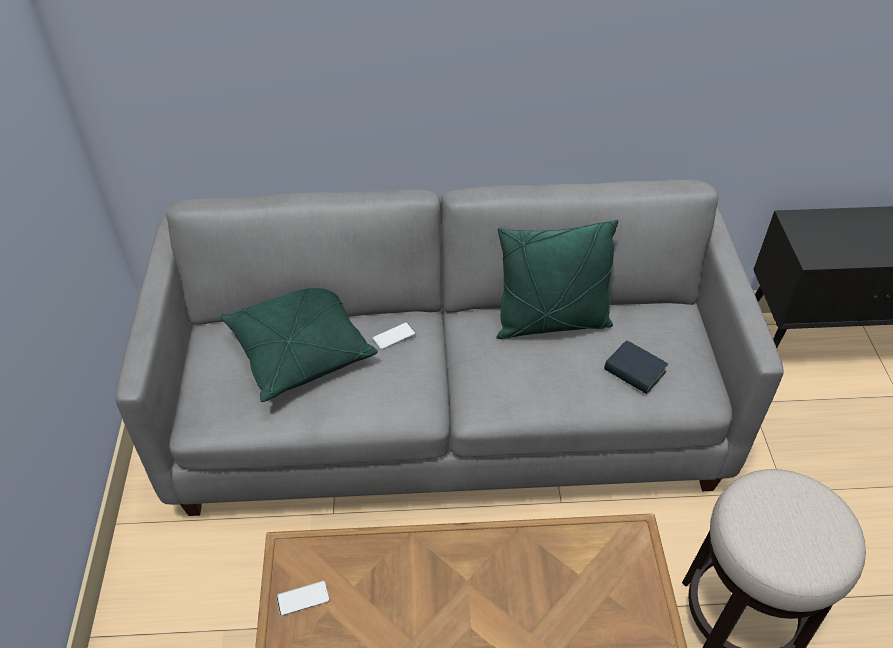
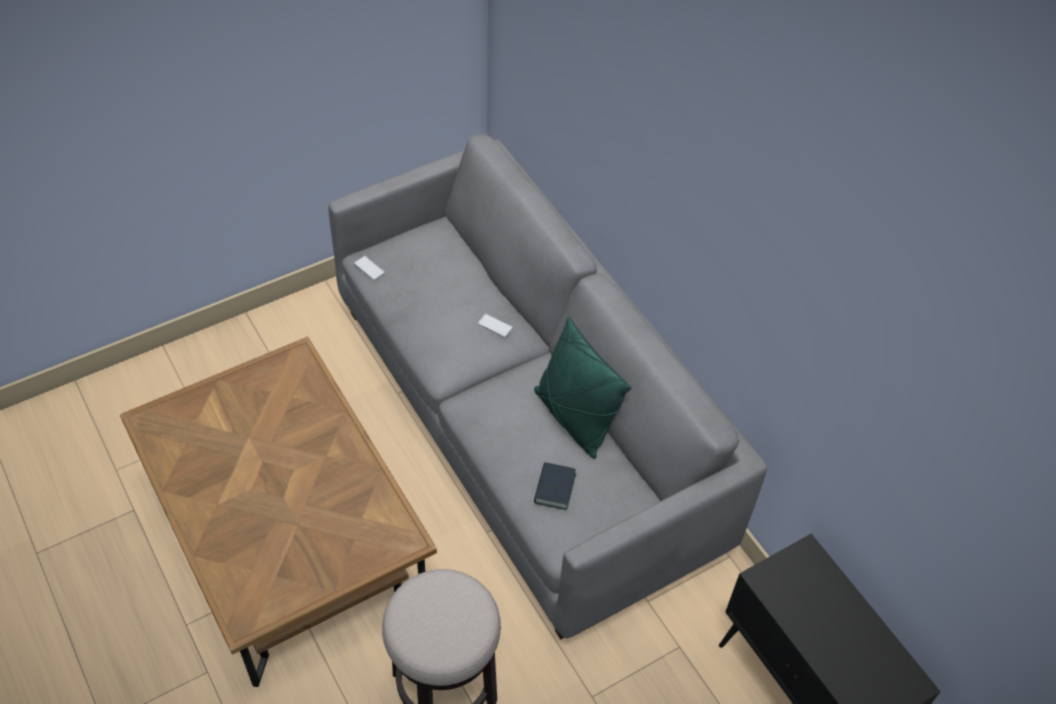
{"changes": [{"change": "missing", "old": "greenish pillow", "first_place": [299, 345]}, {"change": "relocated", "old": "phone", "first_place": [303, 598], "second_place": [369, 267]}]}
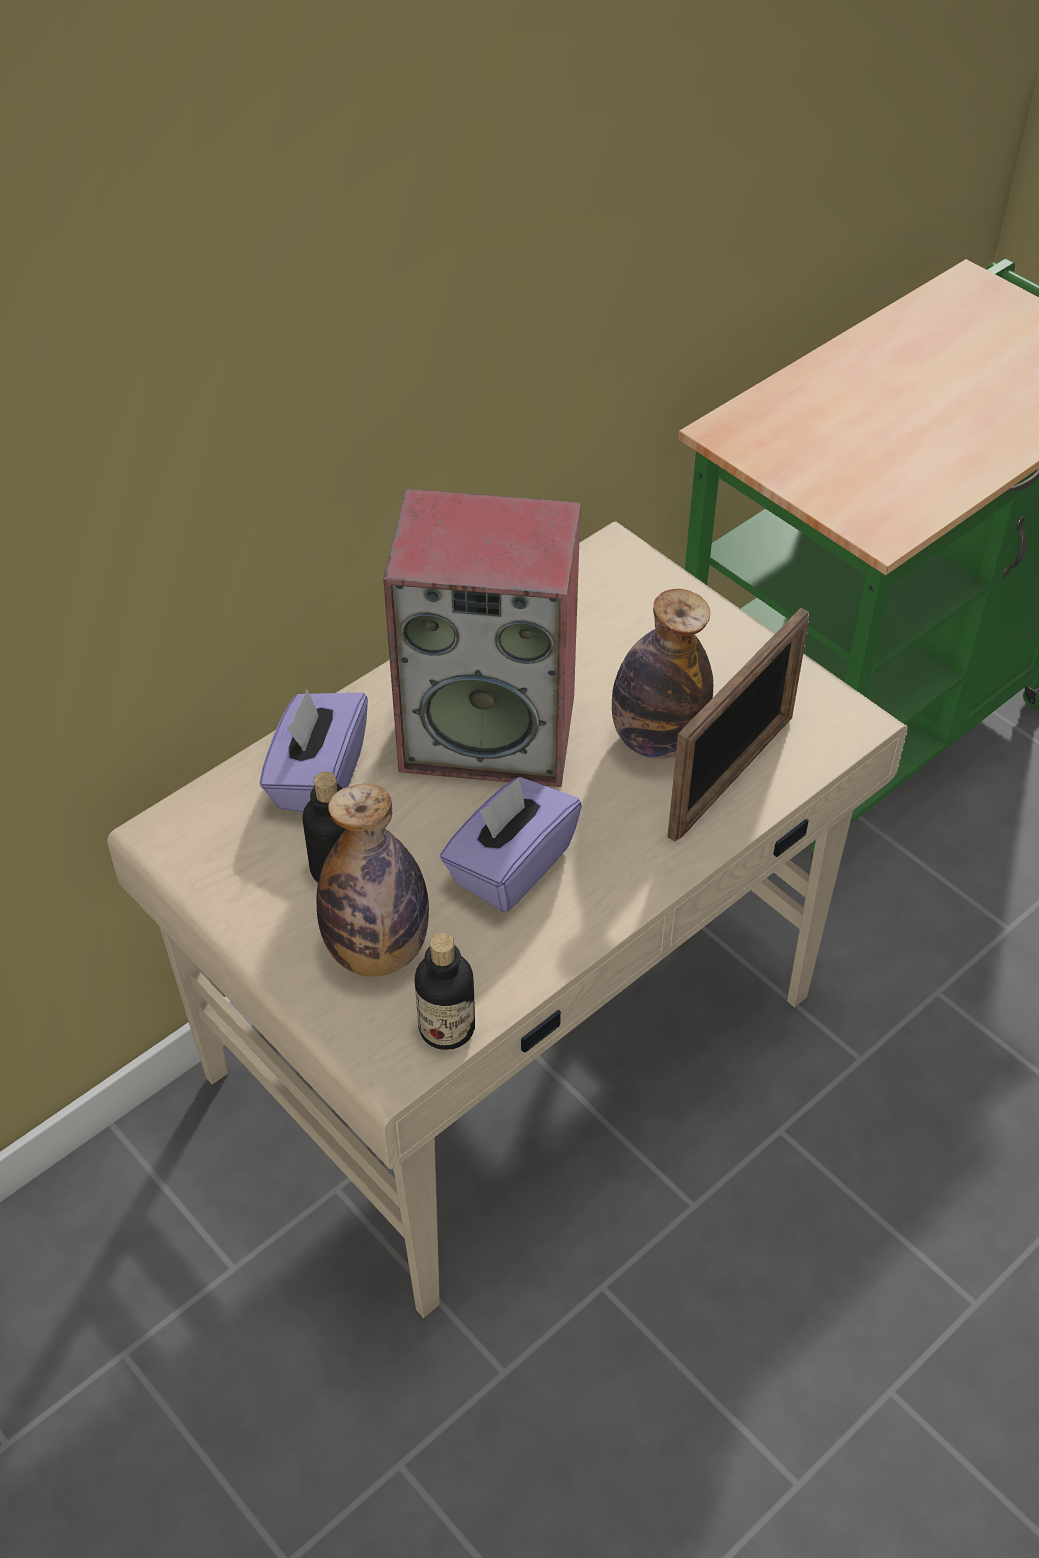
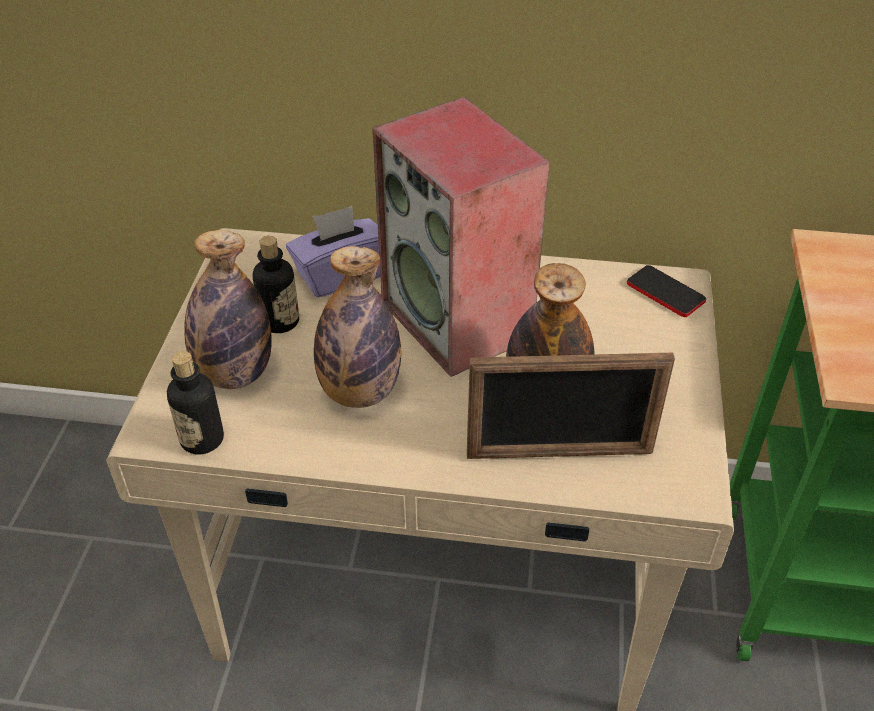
{"changes": [{"change": "appeared", "new": "phone", "second_place": [666, 291]}, {"change": "exchanged", "old": "purple tissue holder", "new": "bottle", "first_place": [511, 844], "second_place": [357, 327]}]}
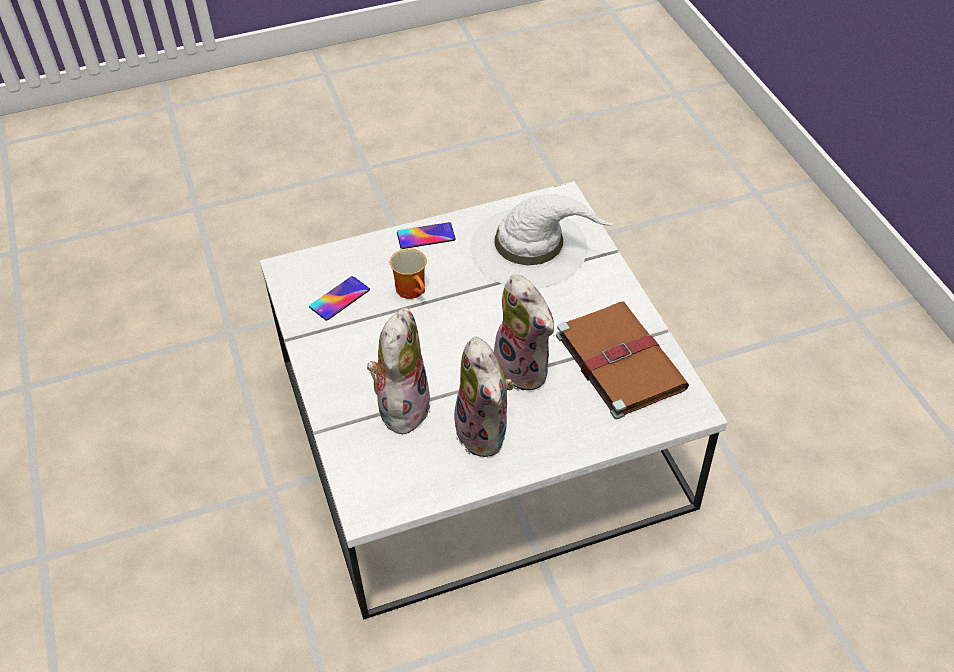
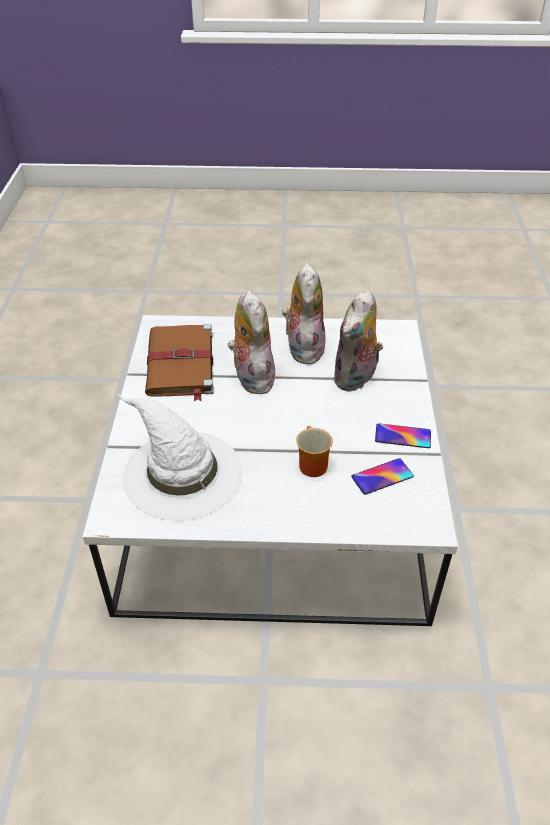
{"changes": [{"change": "relocated", "old": "phone", "first_place": [426, 235], "second_place": [403, 435]}]}
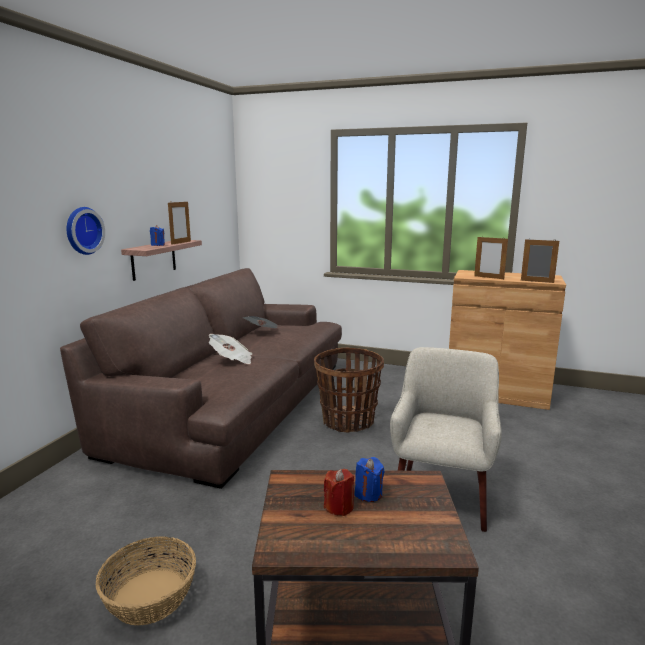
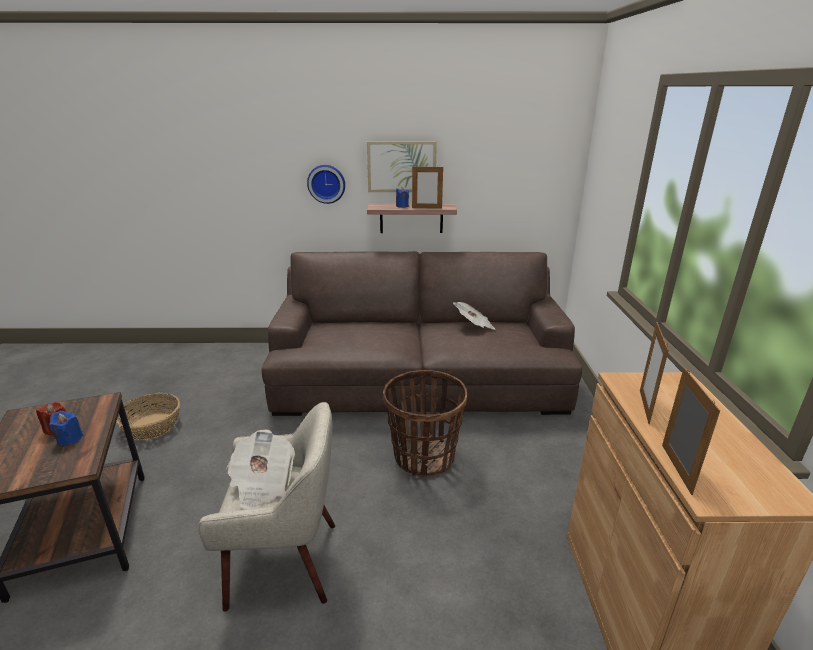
{"changes": [{"change": "appeared", "new": "picture", "second_place": [402, 166]}, {"change": "relocated", "old": "printed paper", "first_place": [230, 349], "second_place": [261, 470]}]}
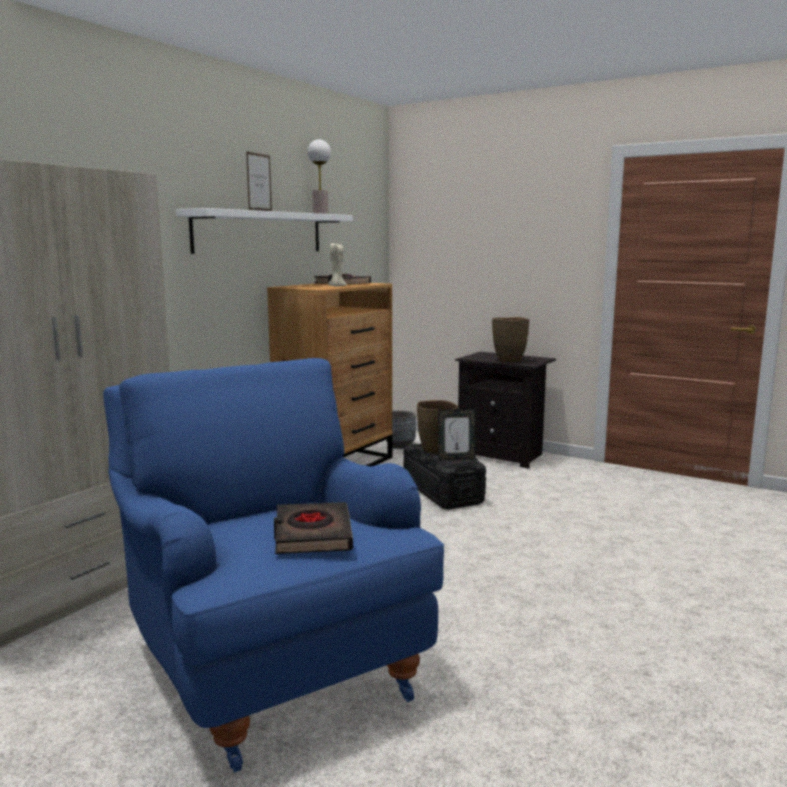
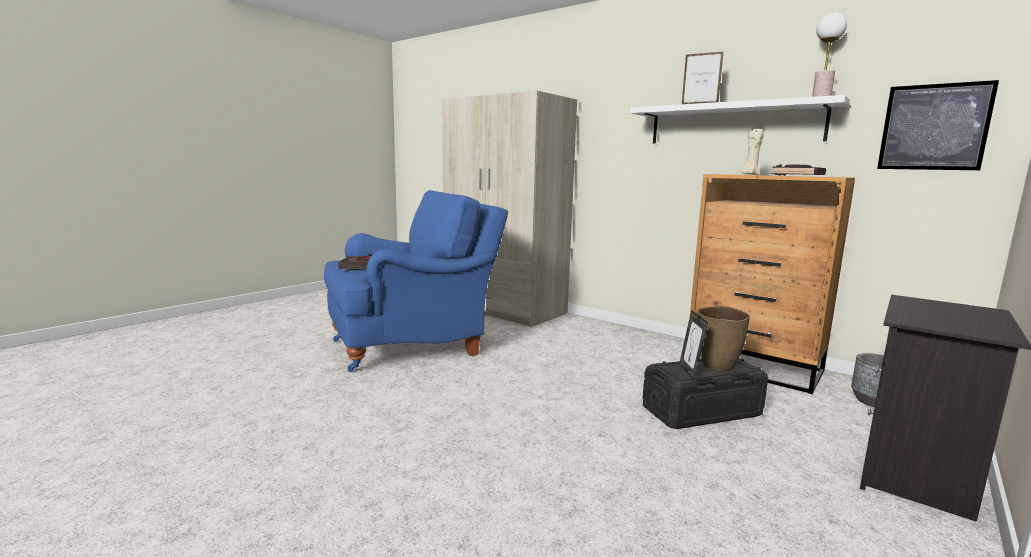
{"changes": [{"change": "missing", "old": "brownish vase", "first_place": [510, 339]}, {"change": "appeared", "new": "picture", "second_place": [938, 125]}]}
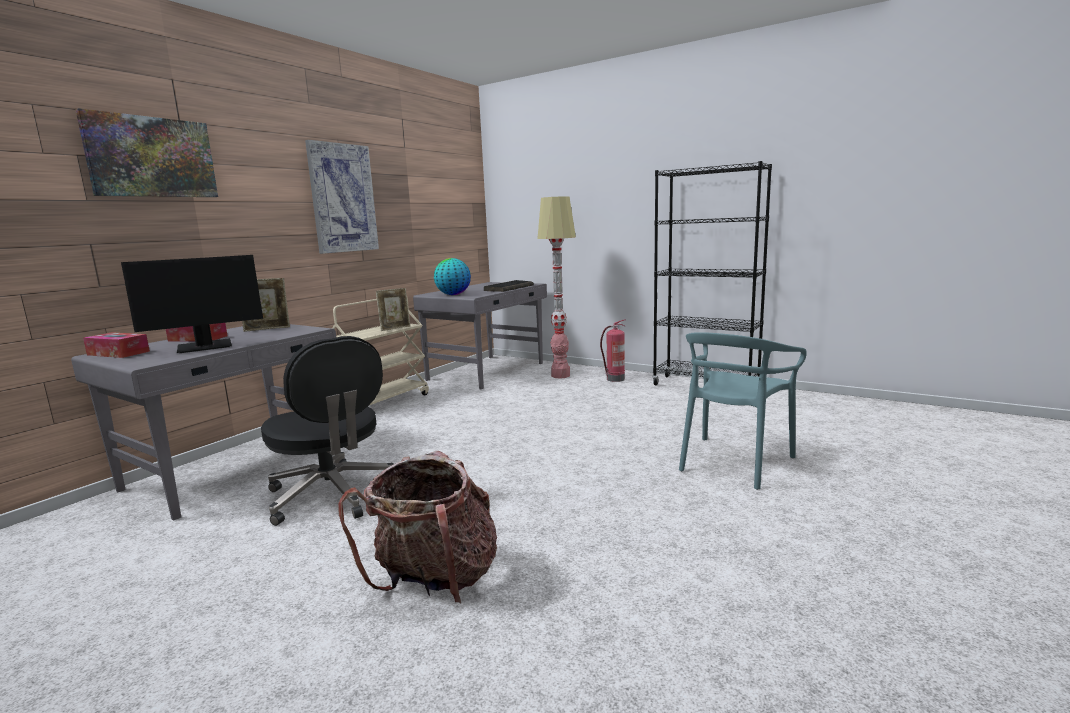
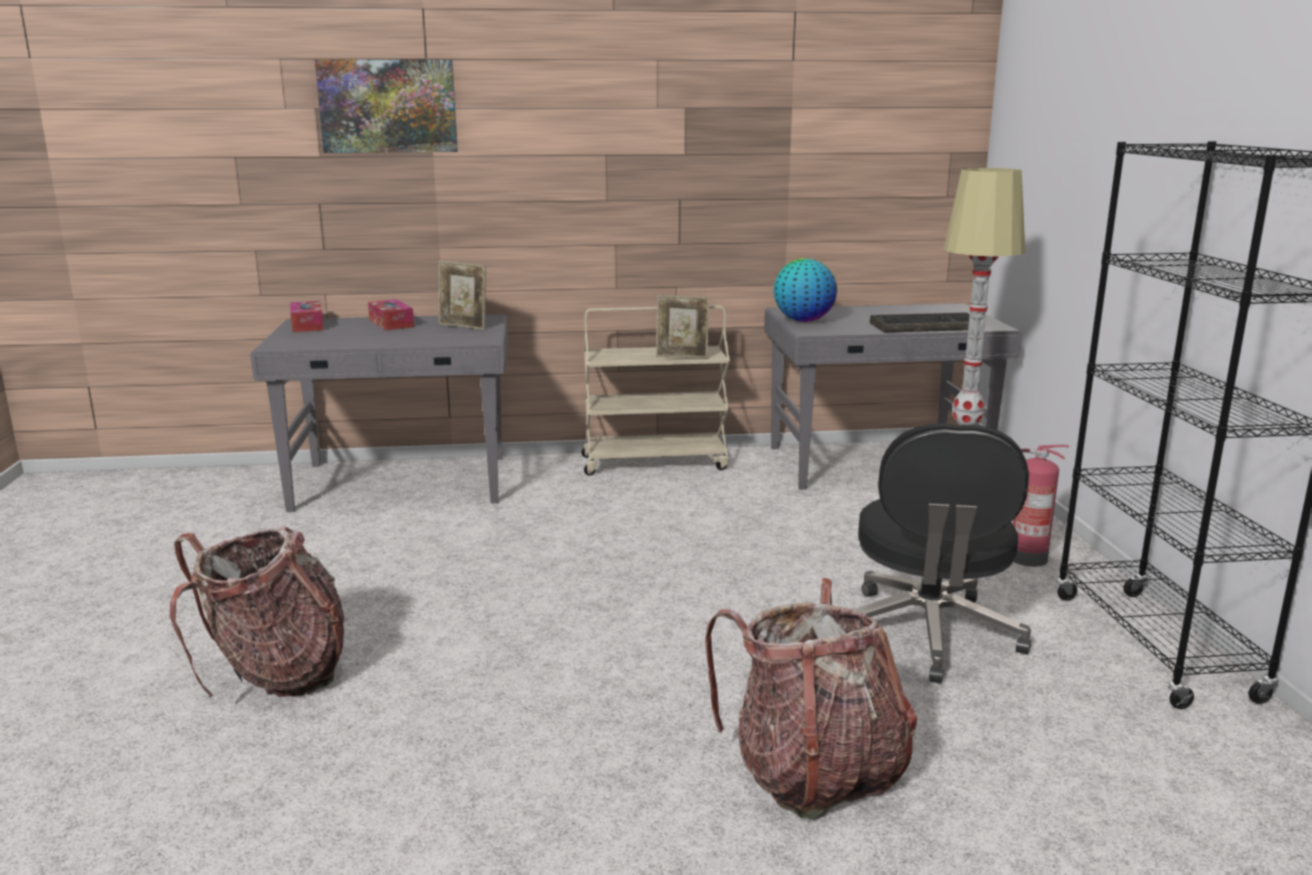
{"changes": [{"change": "missing", "old": "computer display", "first_place": [192, 304]}, {"change": "missing", "old": "picture", "first_place": [342, 197]}, {"change": "relocated", "old": "blackish computer chair", "first_place": [327, 431], "second_place": [942, 553]}, {"change": "exchanged", "old": "turquoise-coloured upright chair", "new": "backpack", "first_place": [743, 411], "second_place": [811, 699]}]}
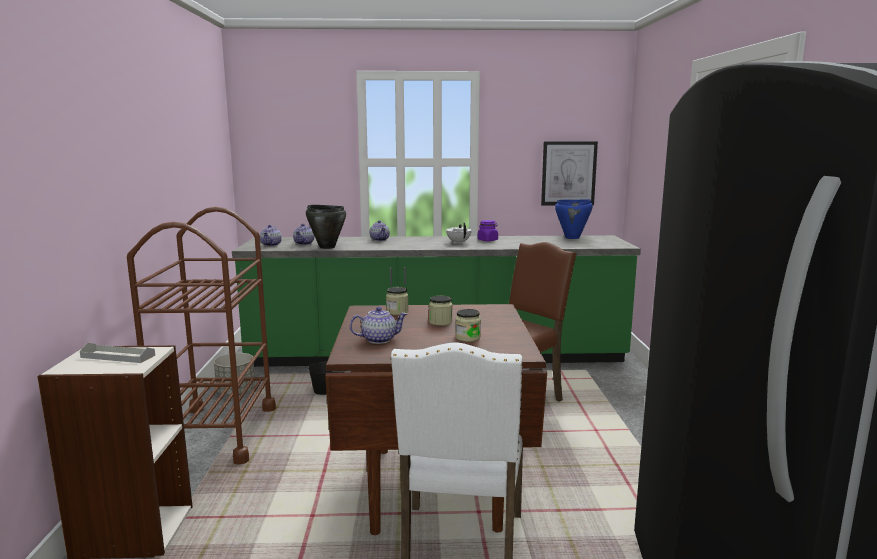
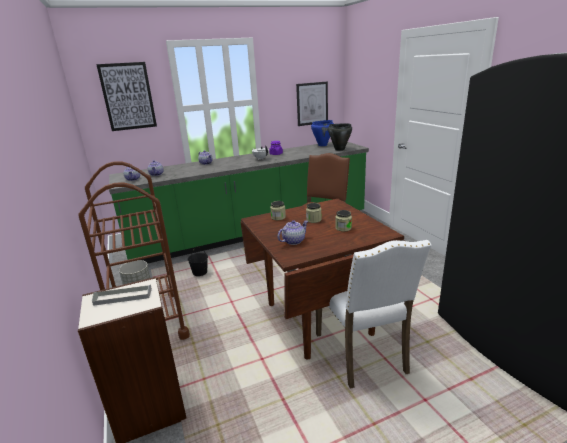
{"changes": [{"change": "appeared", "new": "picture", "second_place": [126, 96]}, {"change": "relocated", "old": "blackish cooking pot", "first_place": [326, 227], "second_place": [340, 137]}]}
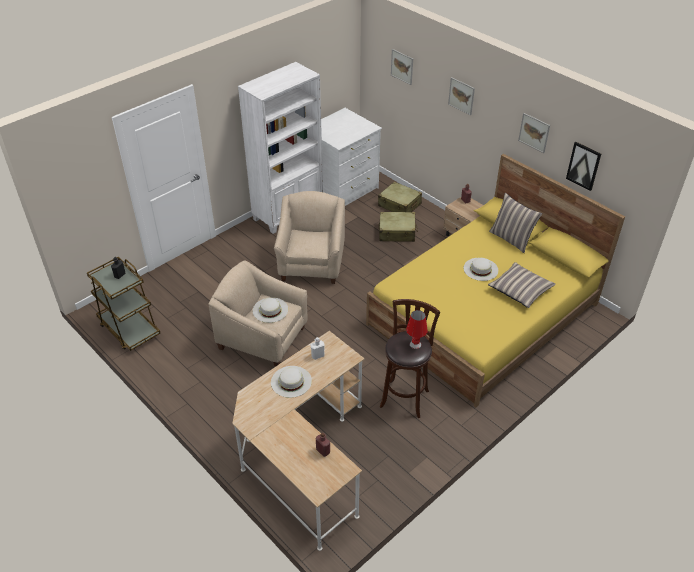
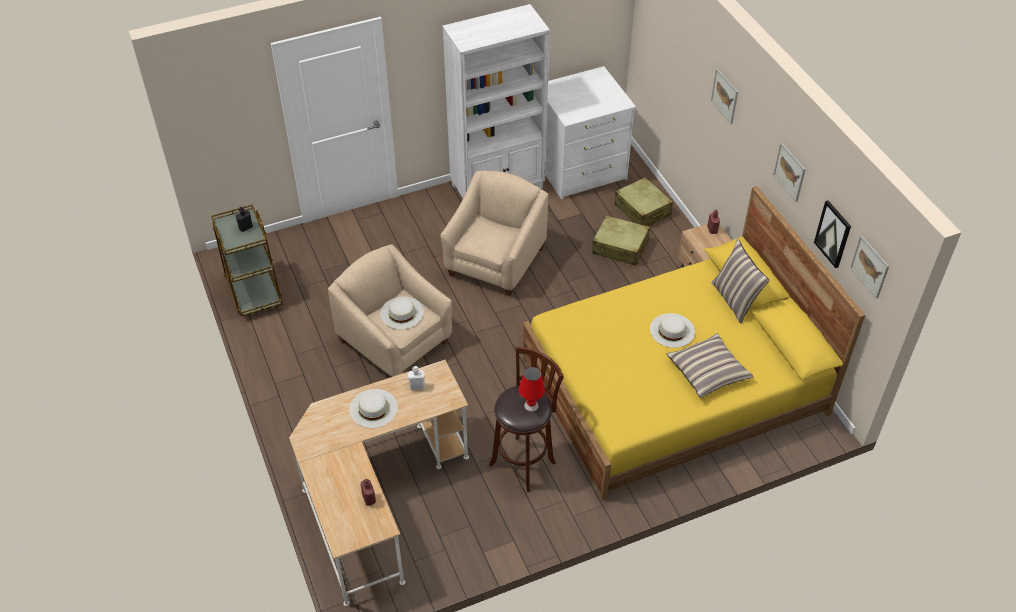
{"changes": [{"change": "relocated", "old": "picture", "first_place": [402, 67], "second_place": [869, 267]}]}
